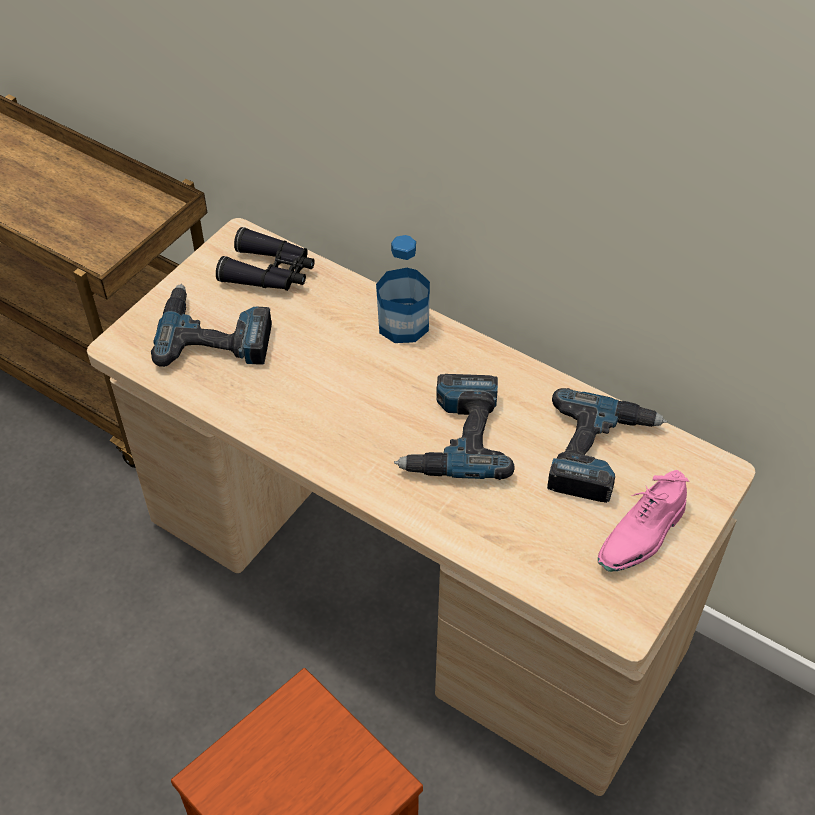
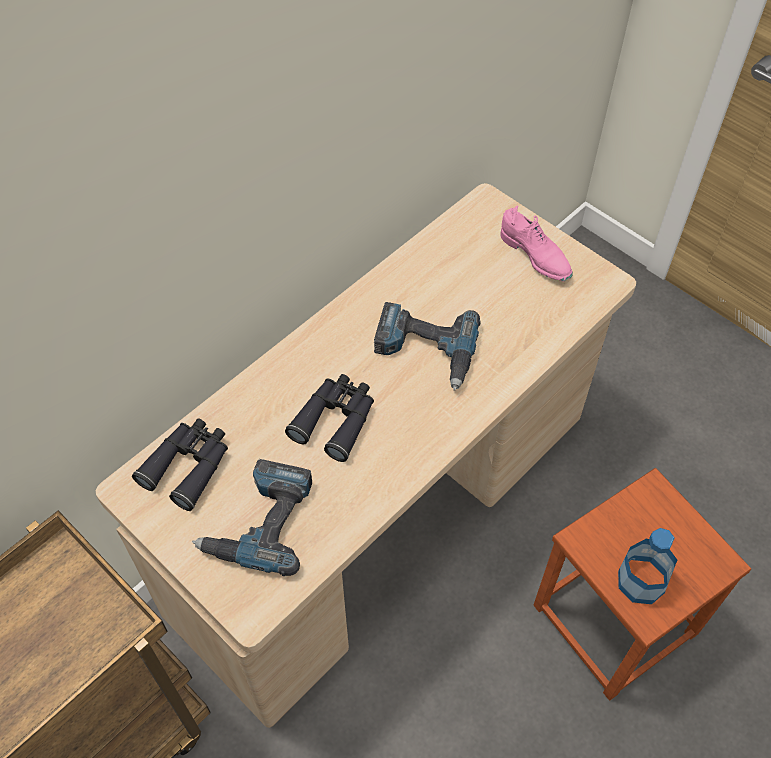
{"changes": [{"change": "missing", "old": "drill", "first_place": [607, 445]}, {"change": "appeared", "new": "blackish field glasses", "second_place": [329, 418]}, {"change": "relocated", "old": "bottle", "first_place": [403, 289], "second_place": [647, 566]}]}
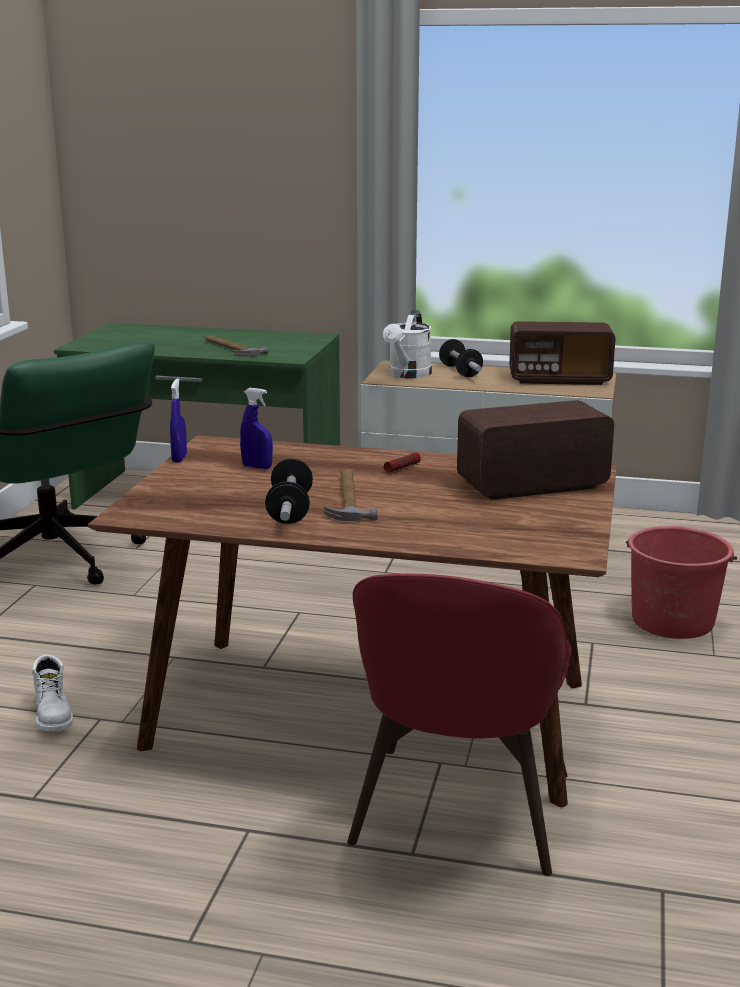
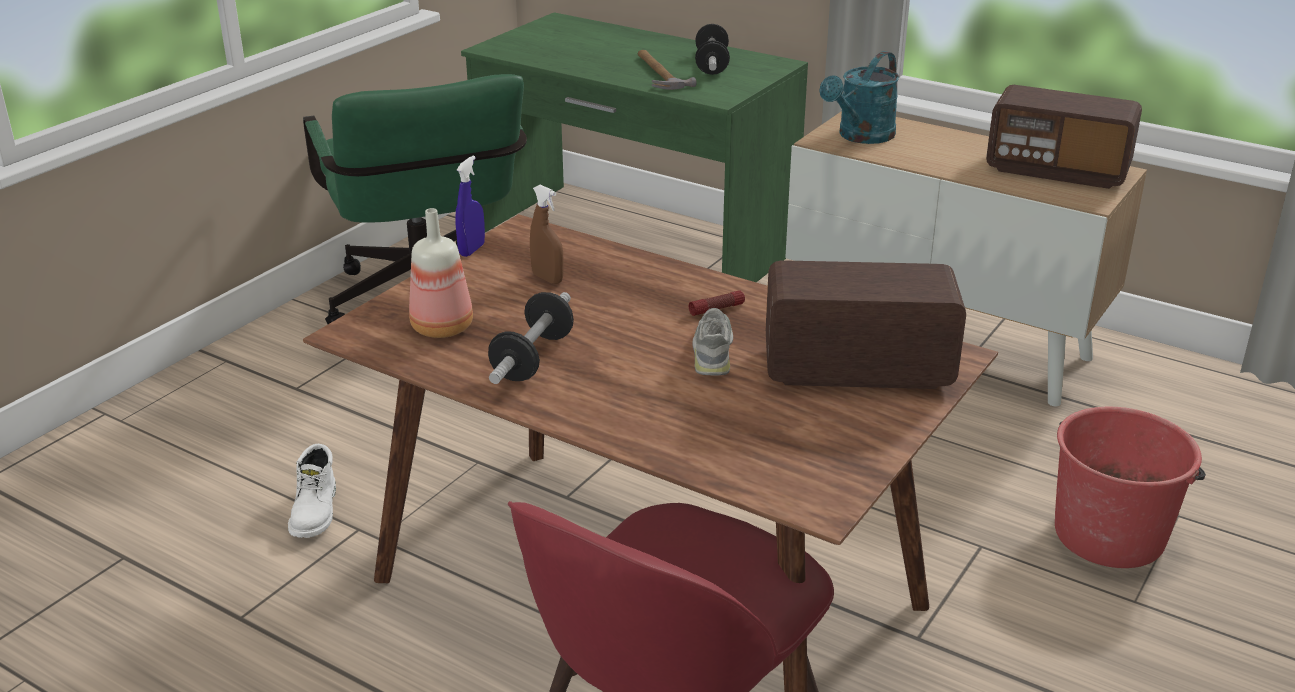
{"changes": [{"change": "missing", "old": "hand hammer", "first_place": [350, 494]}, {"change": "appeared", "new": "bottle", "second_place": [441, 273]}, {"change": "appeared", "new": "greyish item of footwear", "second_place": [712, 341]}, {"change": "relocated", "old": "hand weight", "first_place": [461, 358], "second_place": [712, 49]}, {"change": "colour", "old": "blue hand sprayer", "new": "brownish hand sprayer", "first_place": [256, 428], "second_place": [547, 234]}, {"change": "colour", "old": "white watering pot", "new": "turquoise-coloured watering pot", "first_place": [407, 344], "second_place": [859, 97]}]}
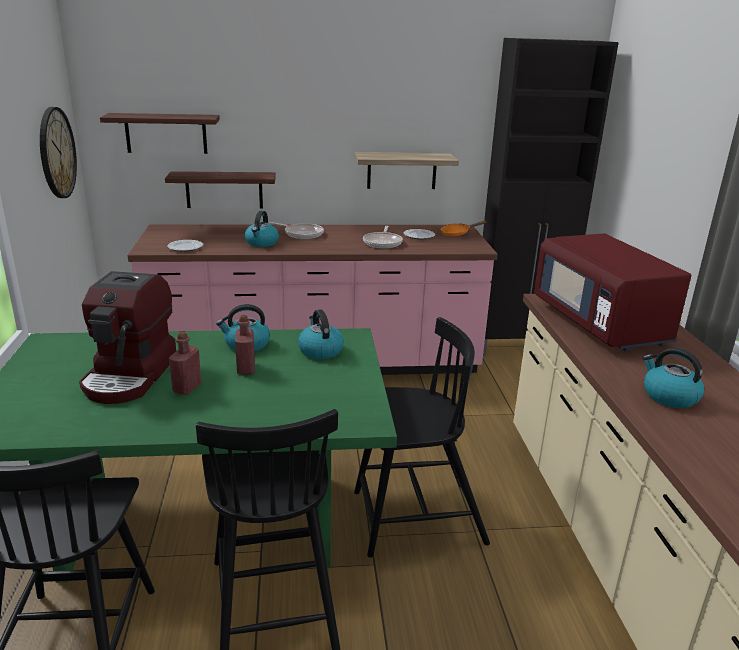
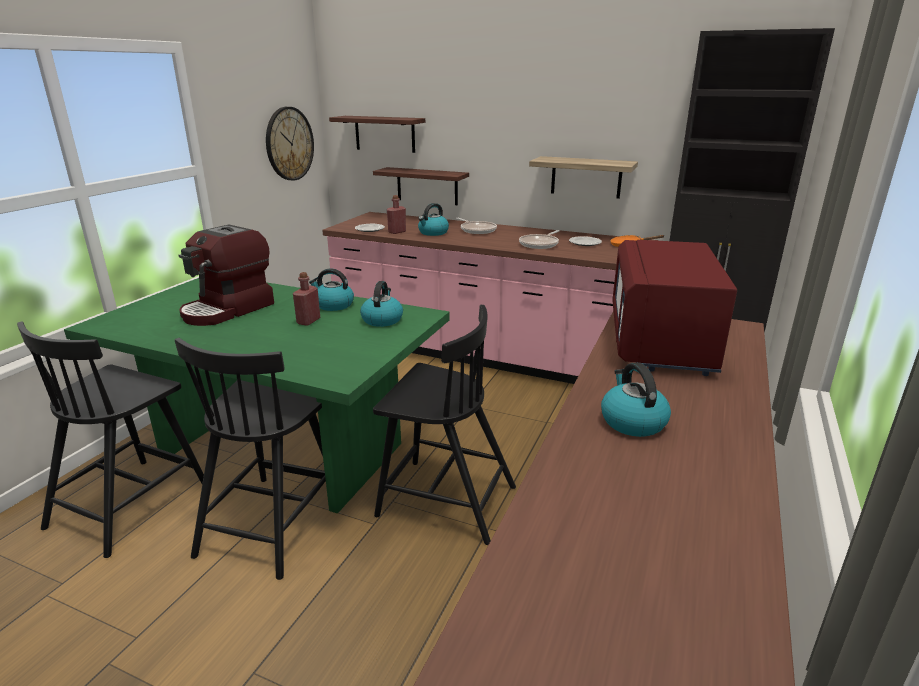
{"changes": [{"change": "relocated", "old": "red bottle", "first_place": [185, 363], "second_place": [396, 214]}]}
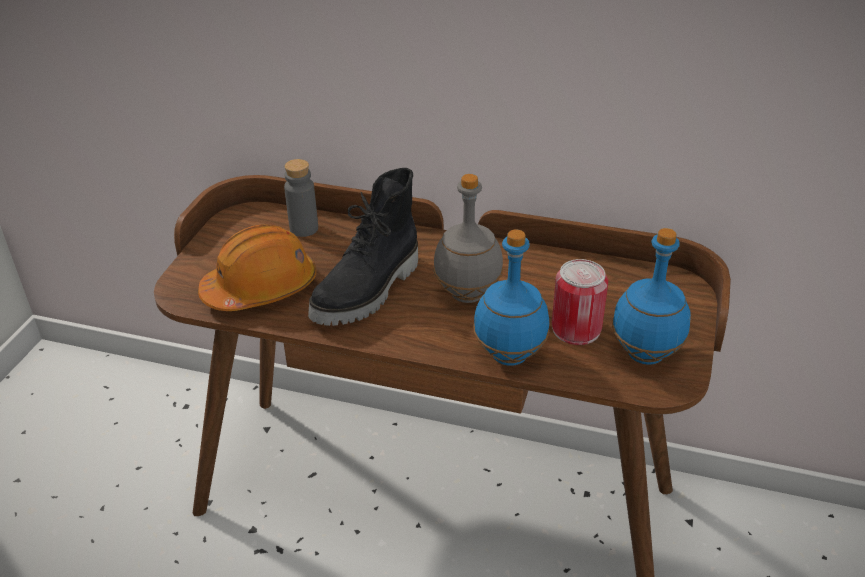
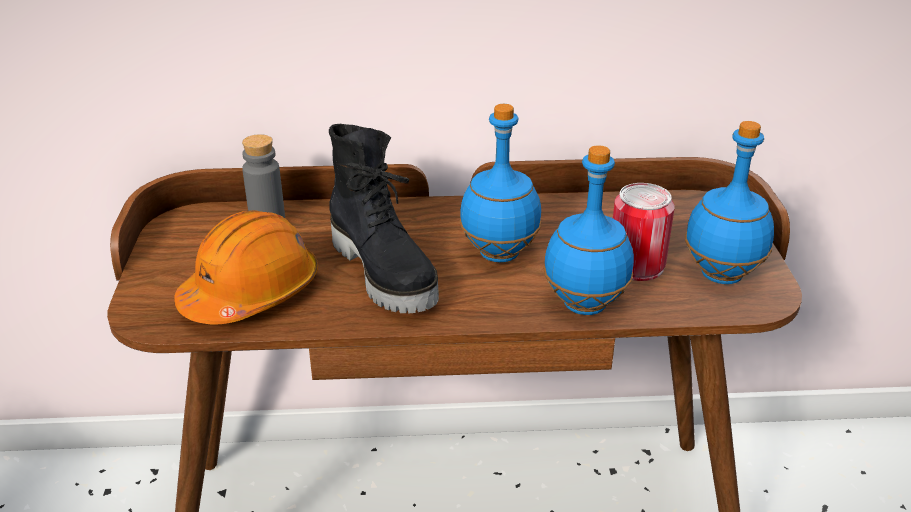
{"changes": [{"change": "colour", "old": "greyish bottle", "new": "blue bottle", "first_place": [468, 238], "second_place": [500, 183]}, {"change": "spun", "old": "blackish tall boot", "first_place": [363, 247], "second_place": [384, 219], "degrees": -45}]}
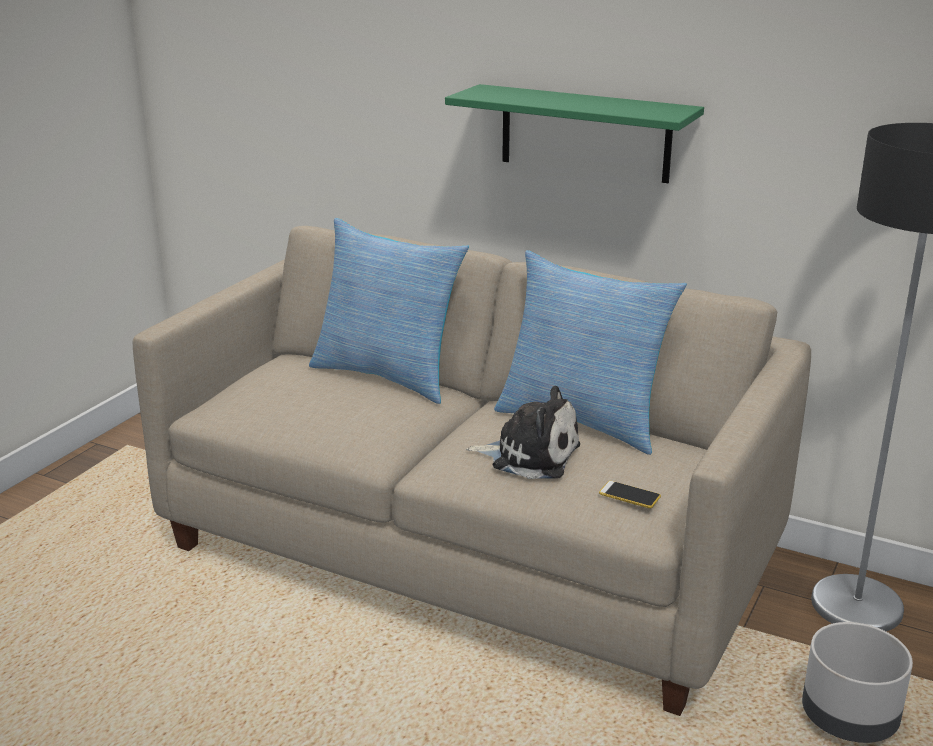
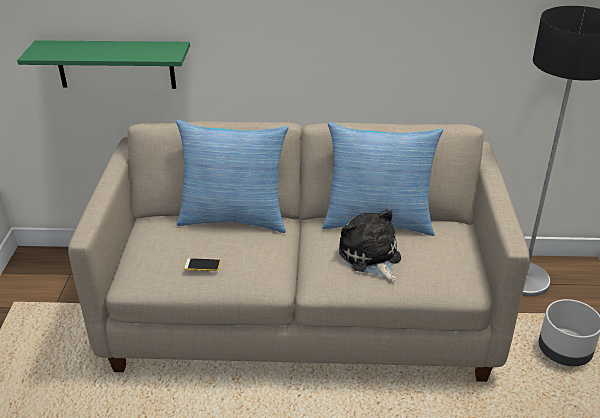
{"changes": [{"change": "relocated", "old": "greenish shelf", "first_place": [574, 133], "second_place": [103, 64]}, {"change": "relocated", "old": "phone", "first_place": [630, 494], "second_place": [202, 264]}, {"change": "spun", "old": "plush toy", "first_place": [523, 432], "second_place": [370, 245], "degrees": -105}]}
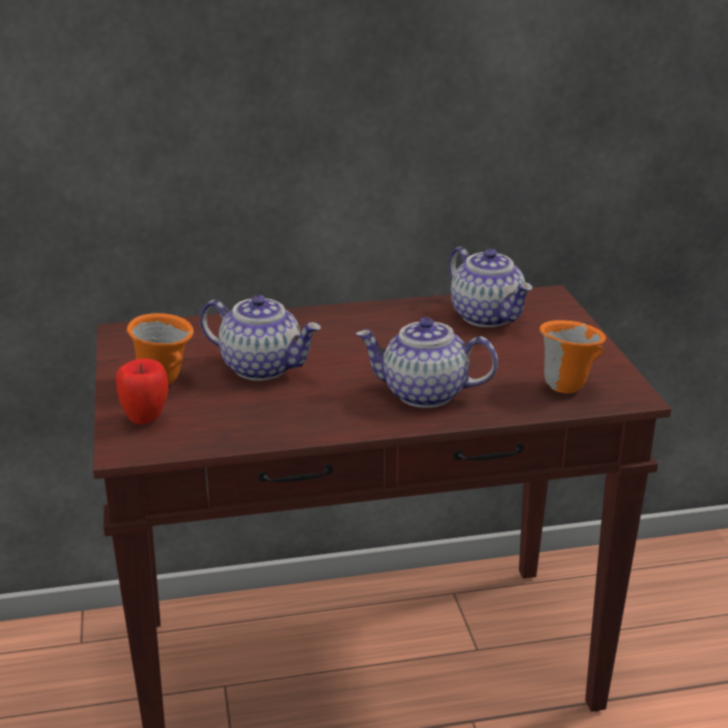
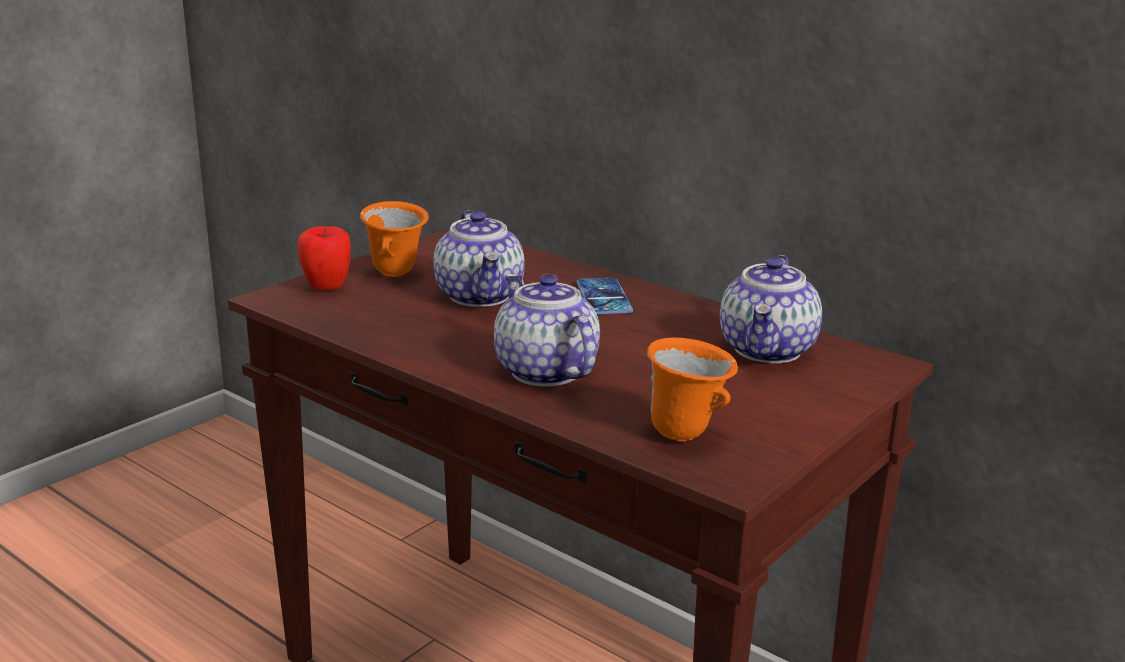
{"changes": [{"change": "appeared", "new": "phone", "second_place": [605, 296]}]}
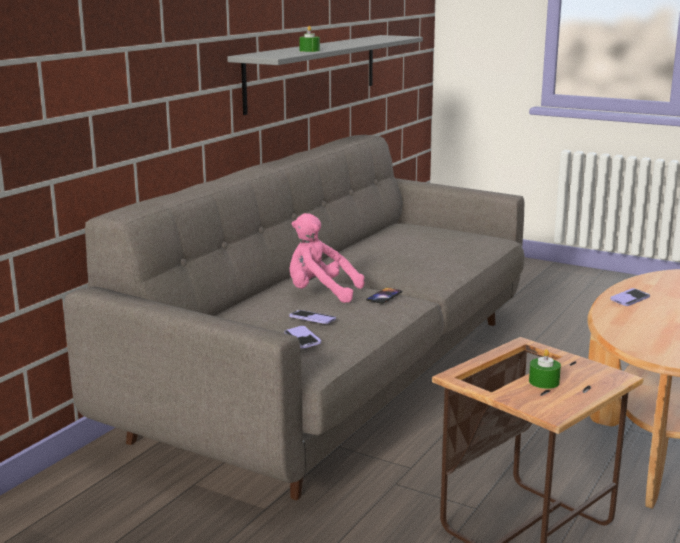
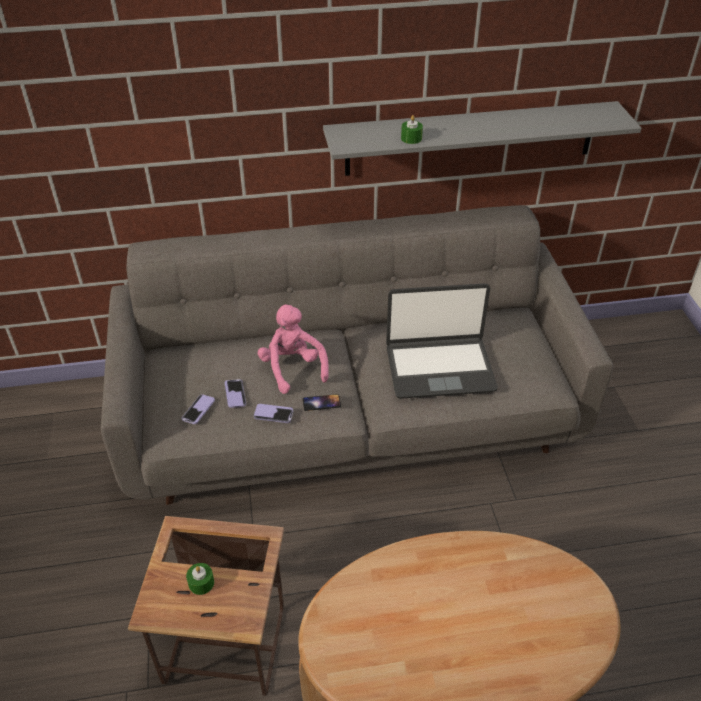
{"changes": [{"change": "appeared", "new": "notebook computer", "second_place": [442, 341]}, {"change": "relocated", "old": "phone", "first_place": [630, 297], "second_place": [274, 413]}]}
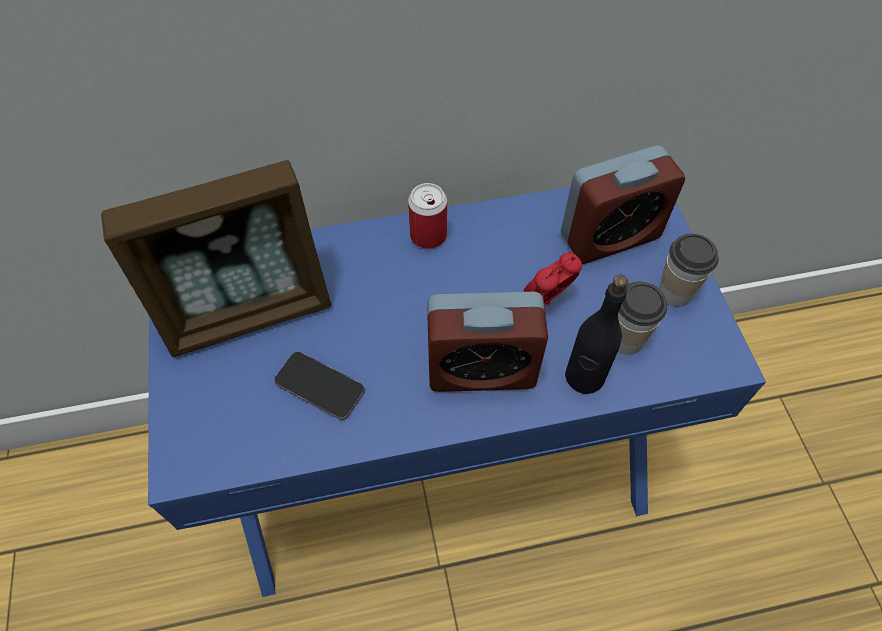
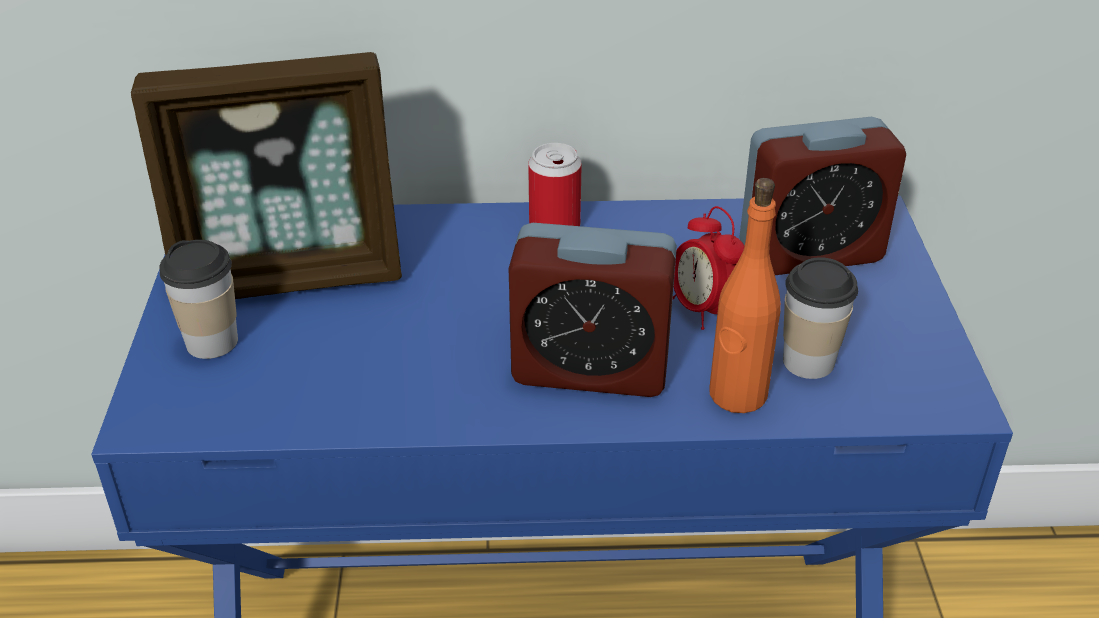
{"changes": [{"change": "missing", "old": "phone", "first_place": [319, 386]}, {"change": "relocated", "old": "cup", "first_place": [689, 269], "second_place": [198, 299]}, {"change": "colour", "old": "blackish bottle", "new": "orange bottle", "first_place": [596, 334], "second_place": [745, 295]}, {"change": "spun", "old": "table clock", "first_place": [553, 279], "second_place": [708, 268], "degrees": -90}]}
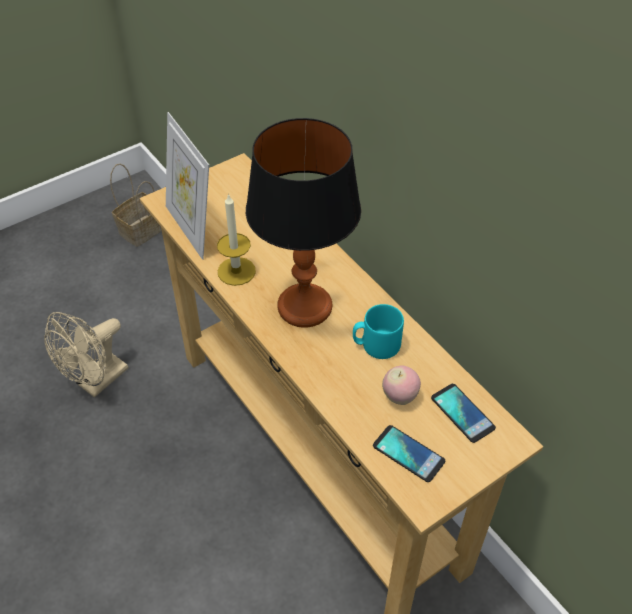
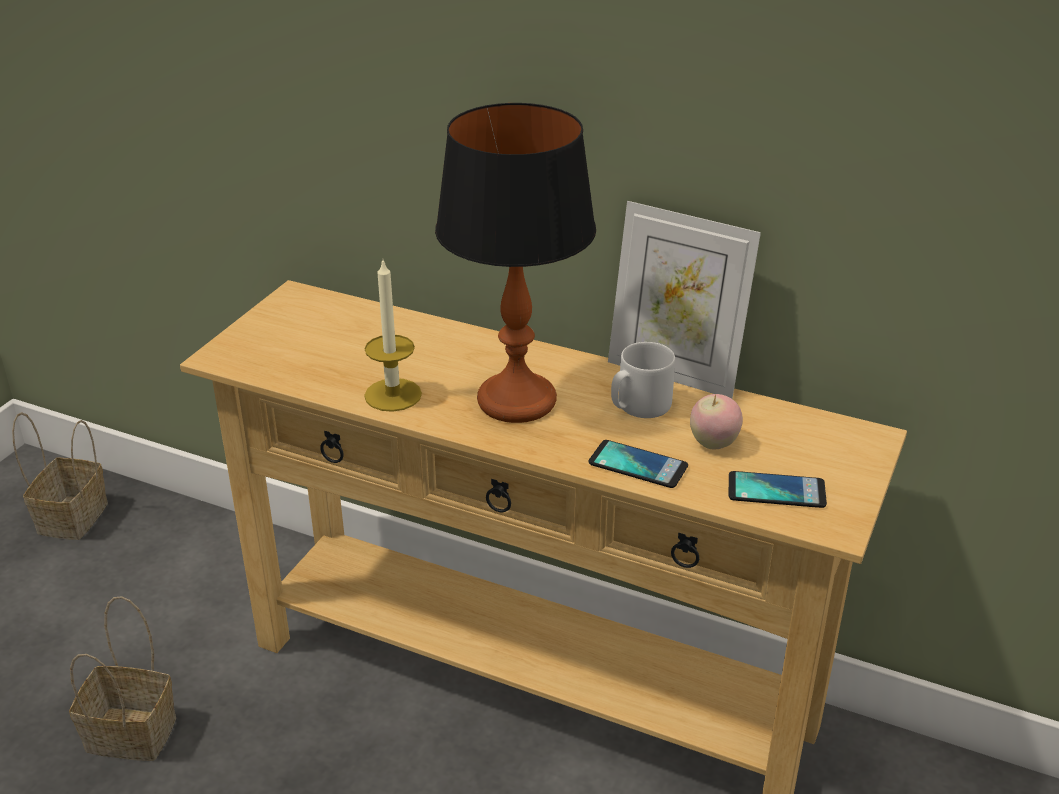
{"changes": [{"change": "relocated", "old": "picture frame", "first_place": [187, 186], "second_place": [684, 300]}, {"change": "relocated", "old": "phone", "first_place": [463, 413], "second_place": [638, 464]}, {"change": "exchanged", "old": "beige fan", "new": "storage basket", "first_place": [86, 355], "second_place": [122, 678]}, {"change": "colour", "old": "turquoise-coloured mug", "new": "greyish mug", "first_place": [378, 331], "second_place": [643, 380]}]}
